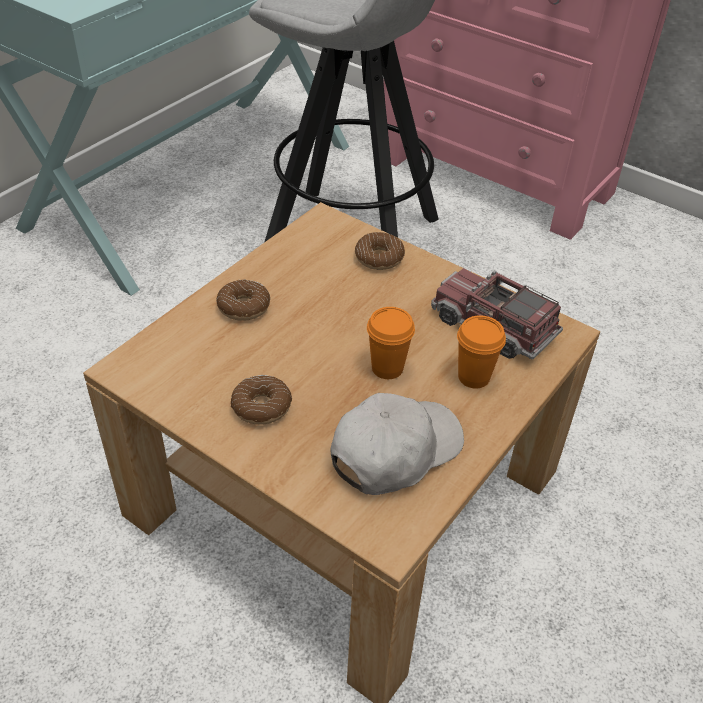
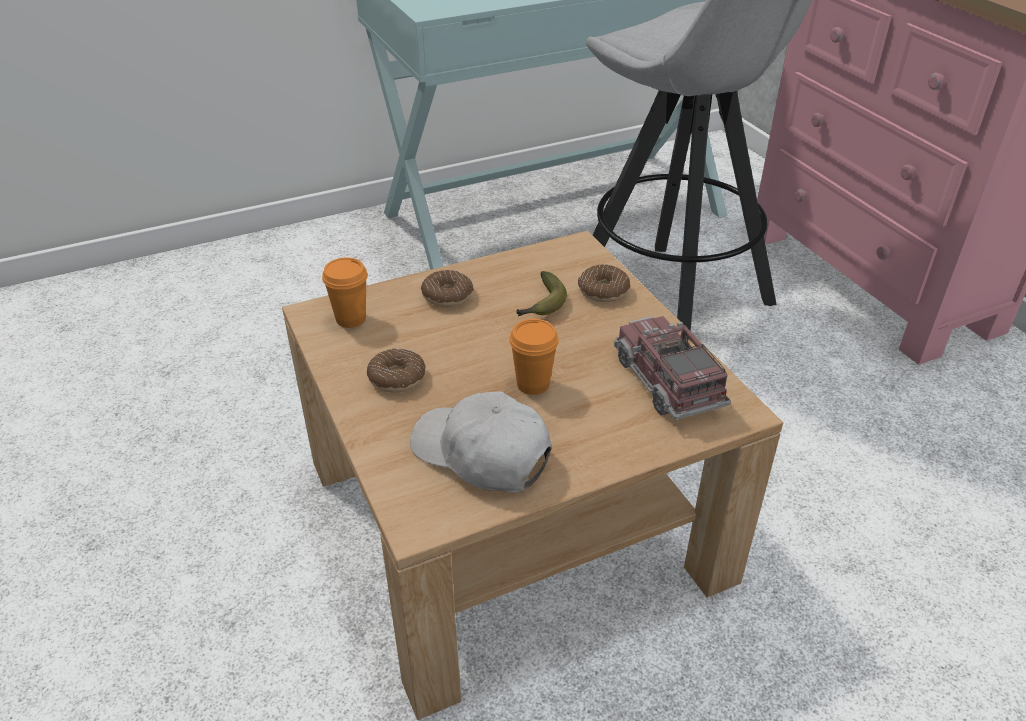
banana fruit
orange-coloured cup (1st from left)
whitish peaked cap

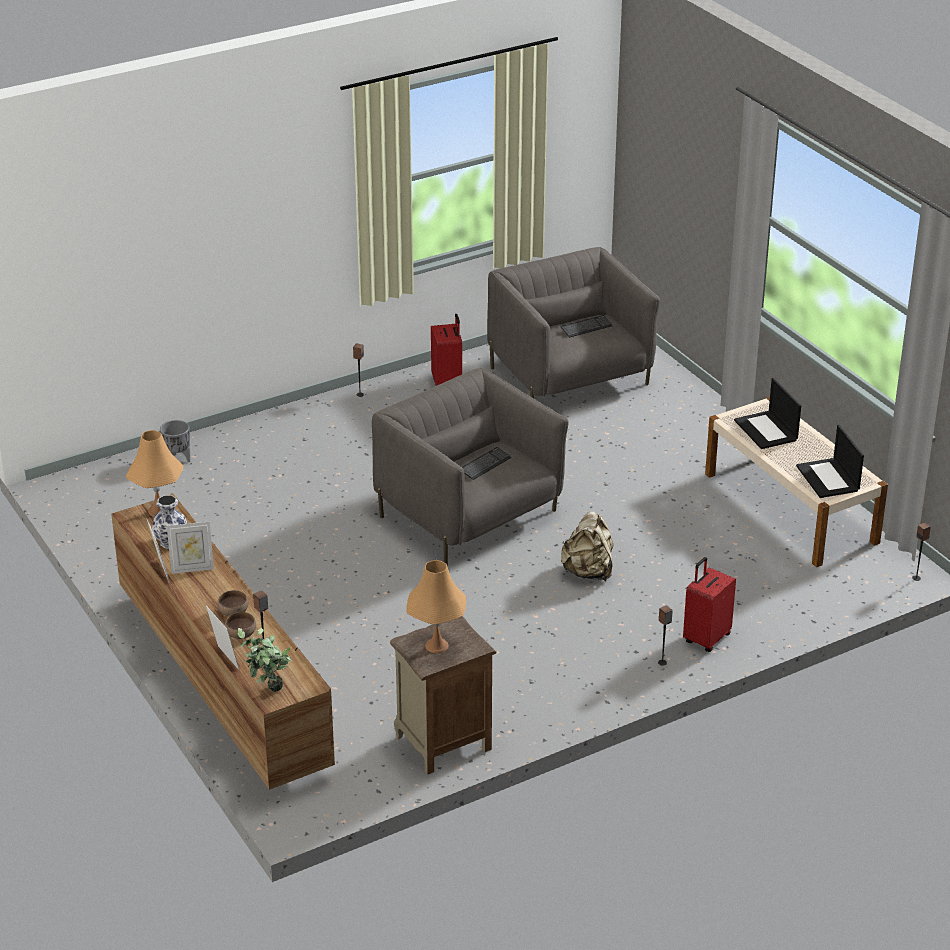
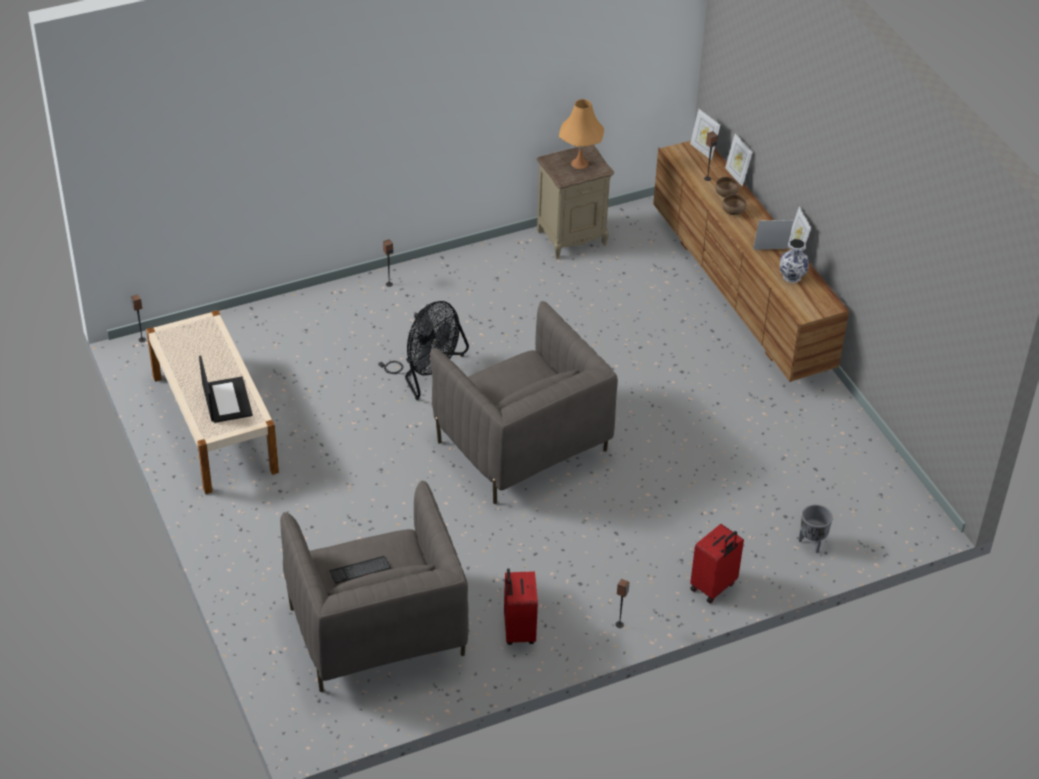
orange-coloured tabletop lamp (1st from left in the first image)
PC keyboard (1st from left in the first image)
laptop (2nd from left in the first image)
red suitcase (2nd from left)
standing frame (1st from left)
black-coloured cooling fan

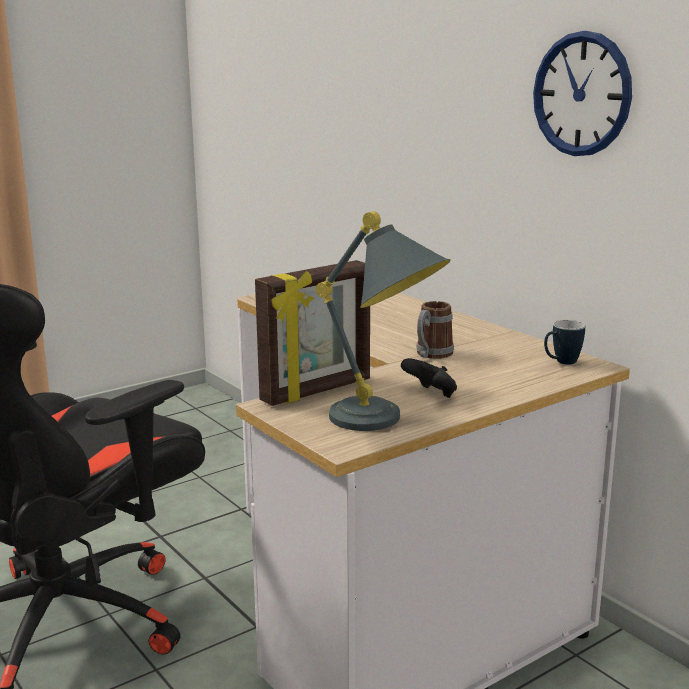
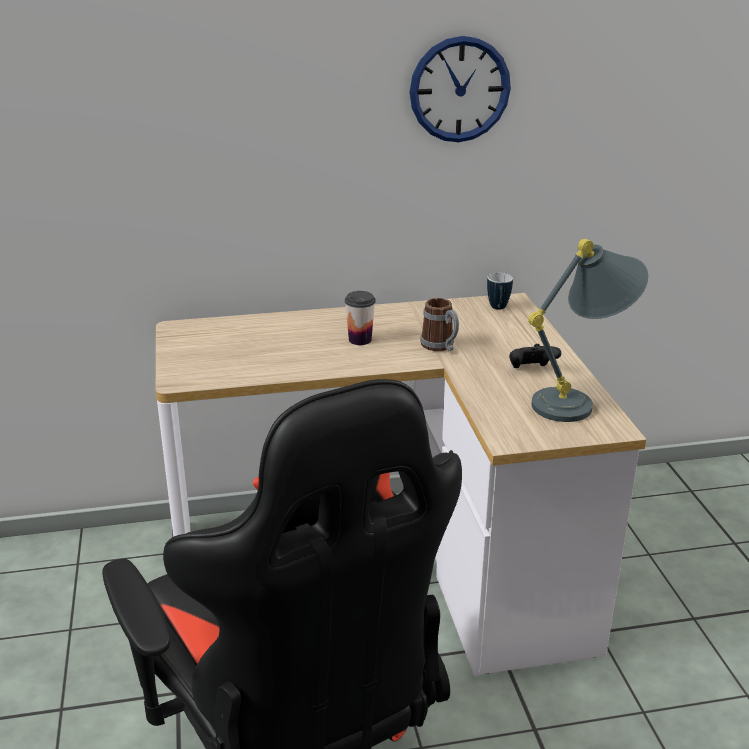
standing frame
cup

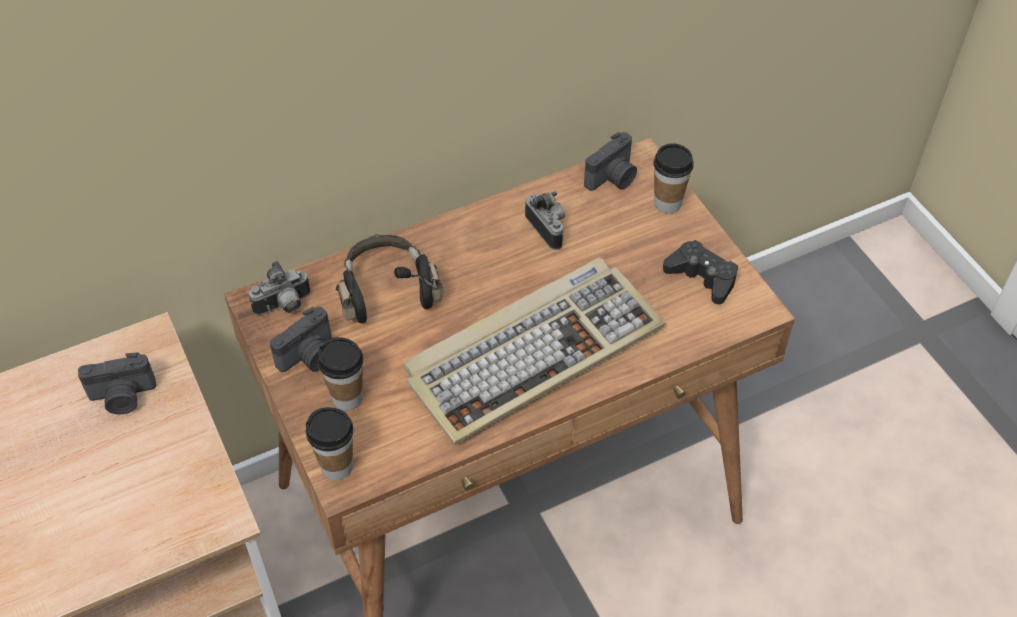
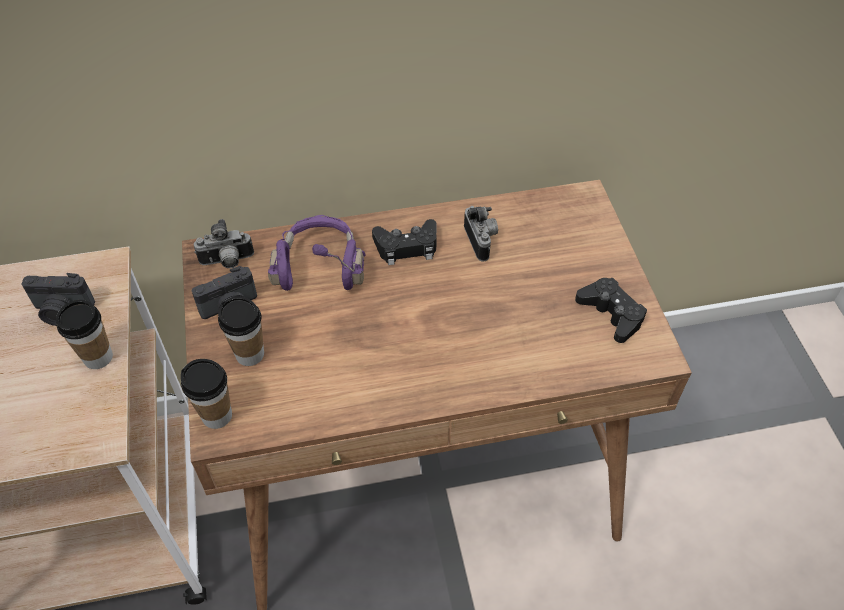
PC keyboard
photo camera (5th from left in the first image)
black-coloured gamepad (1st from left)
cup (1st from left)
purple-coloured pair of headphones

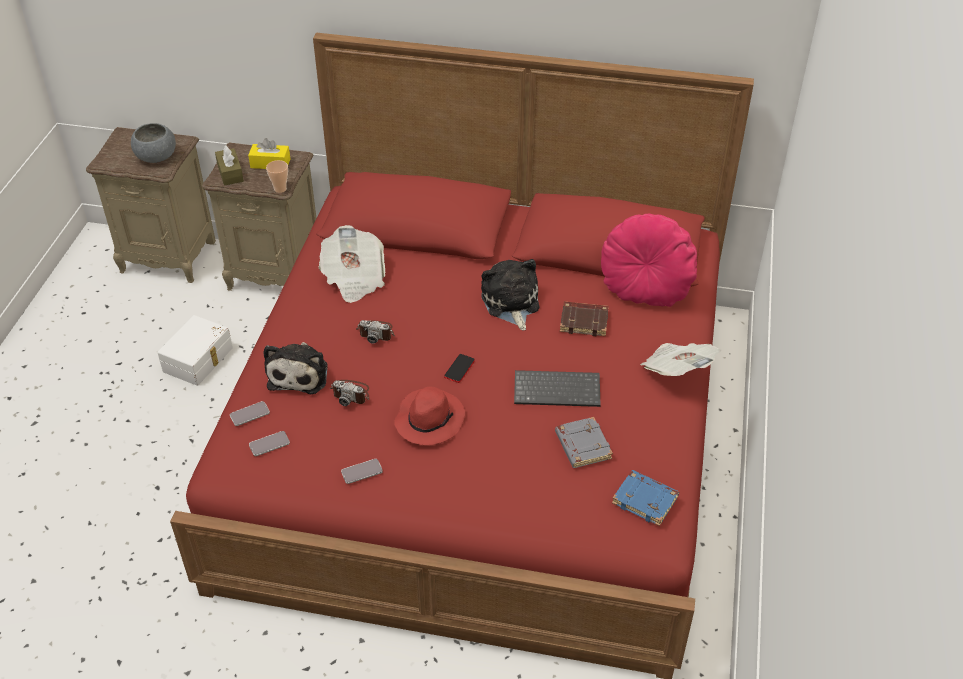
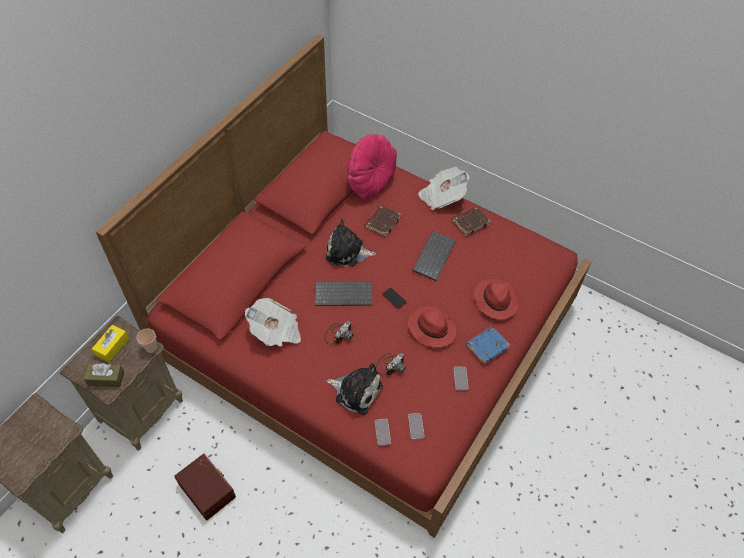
grey bowl
grey book
PC keyboard (1st from left)
brown-coloured book (2nd from left)
red wearable hat (2nd from left)
blue-coloured book
brown-coloured storage box

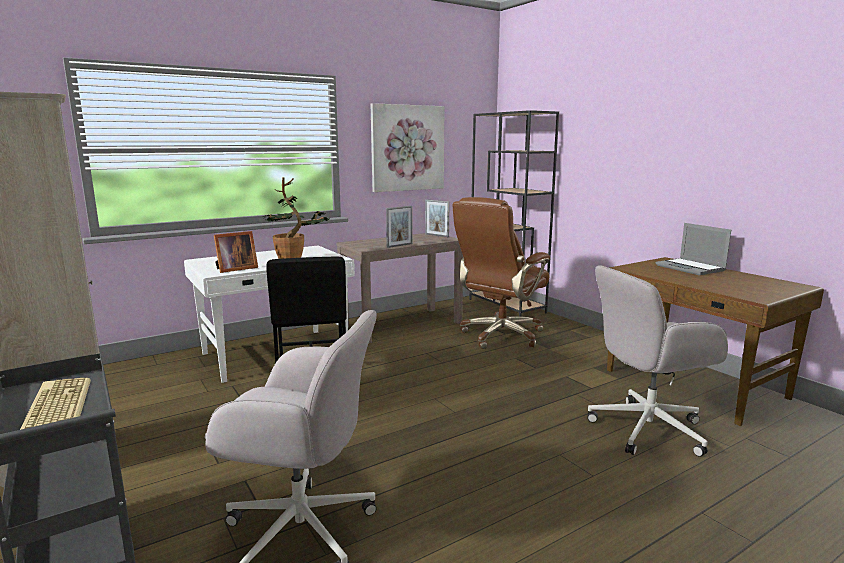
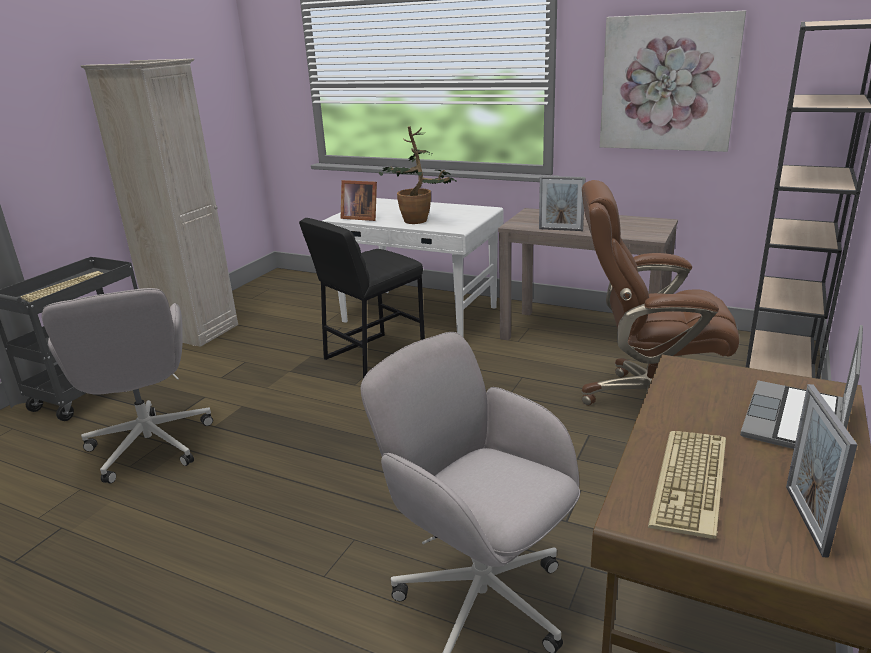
PC keyboard (2nd from left)
standing frame (3rd from left)

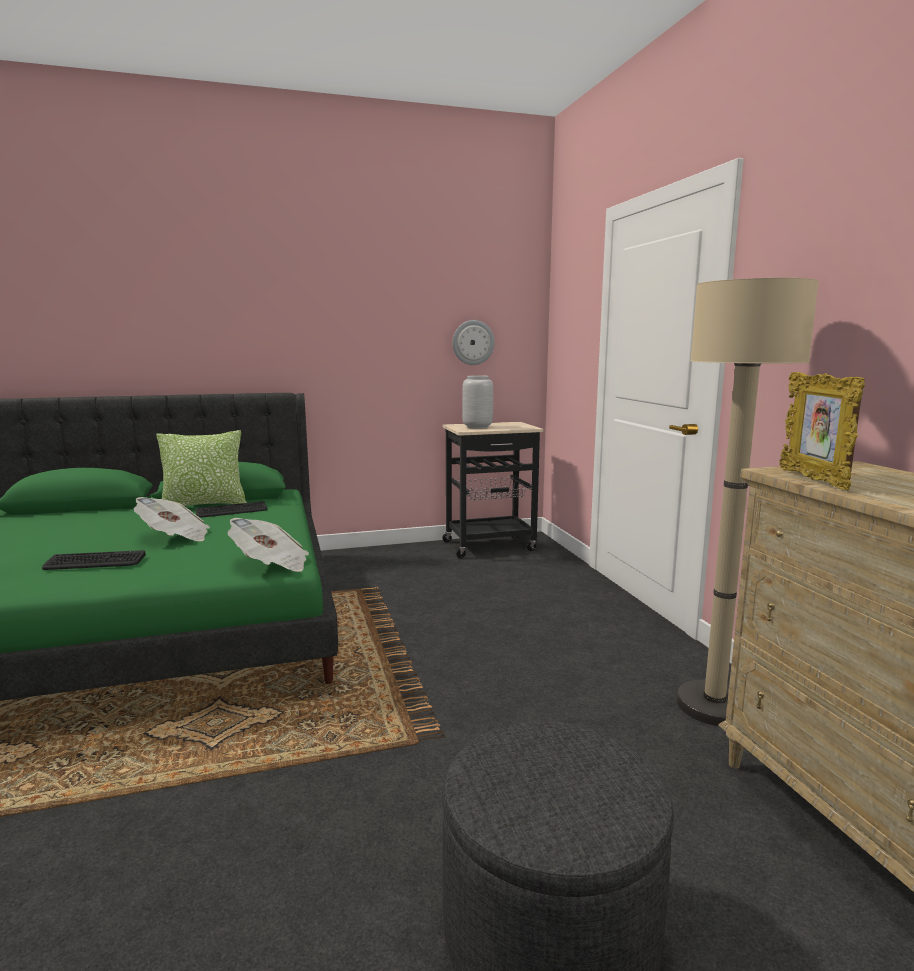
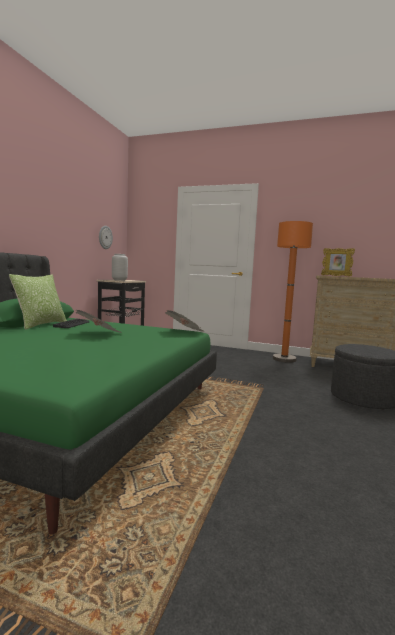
PC keyboard (1st from left in the first image)
orange-coloured standing lamp

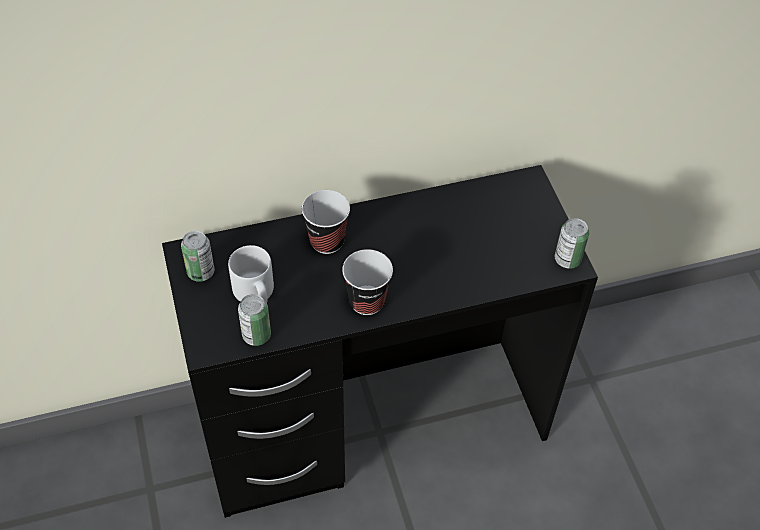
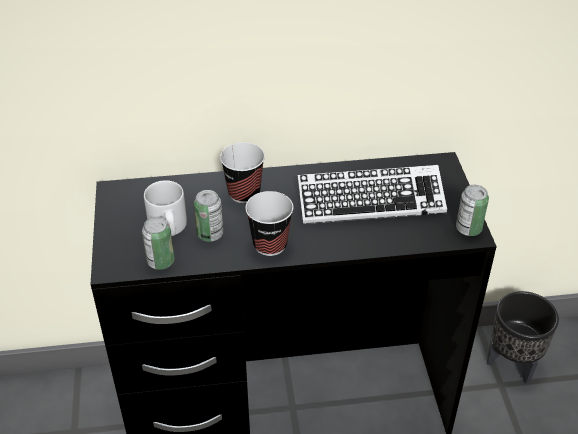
PC keyboard
black-coloured planter
sealed can (2nd from left)

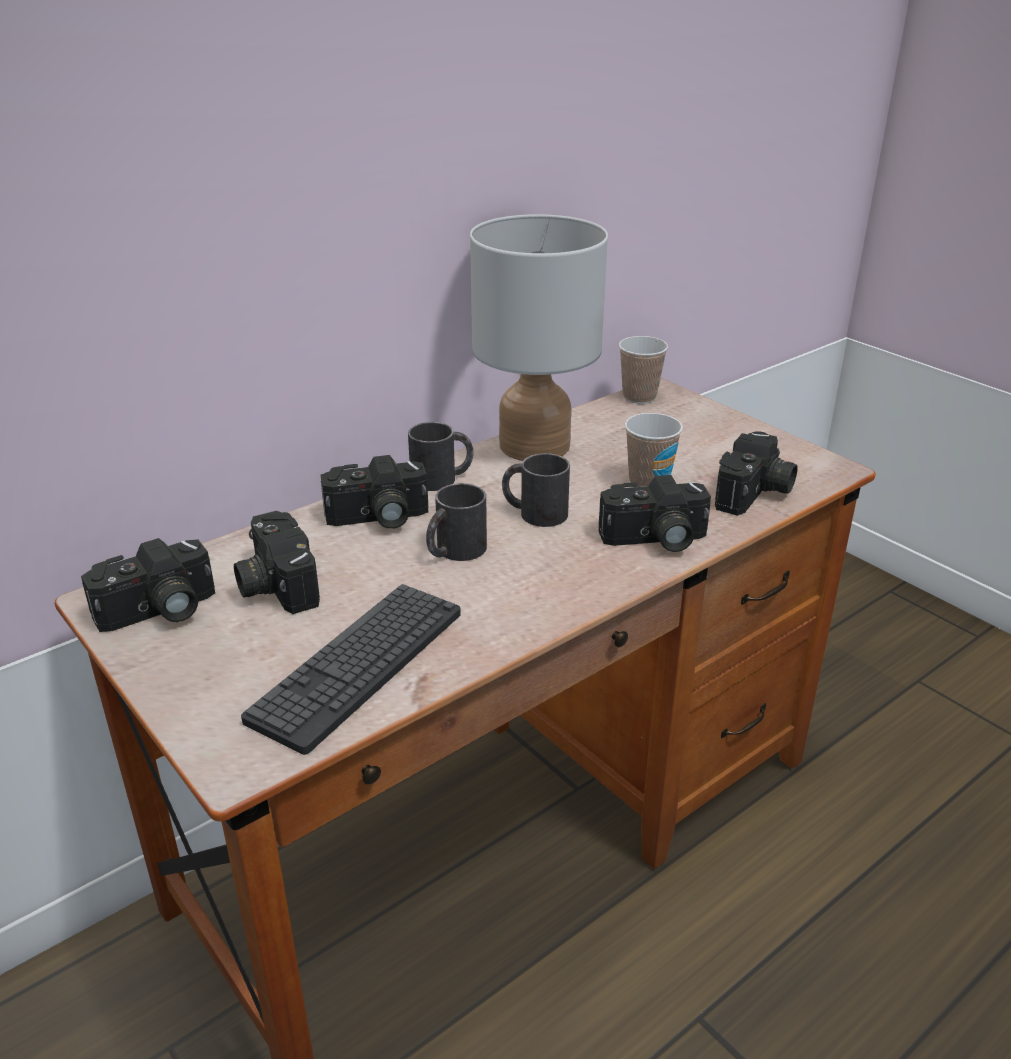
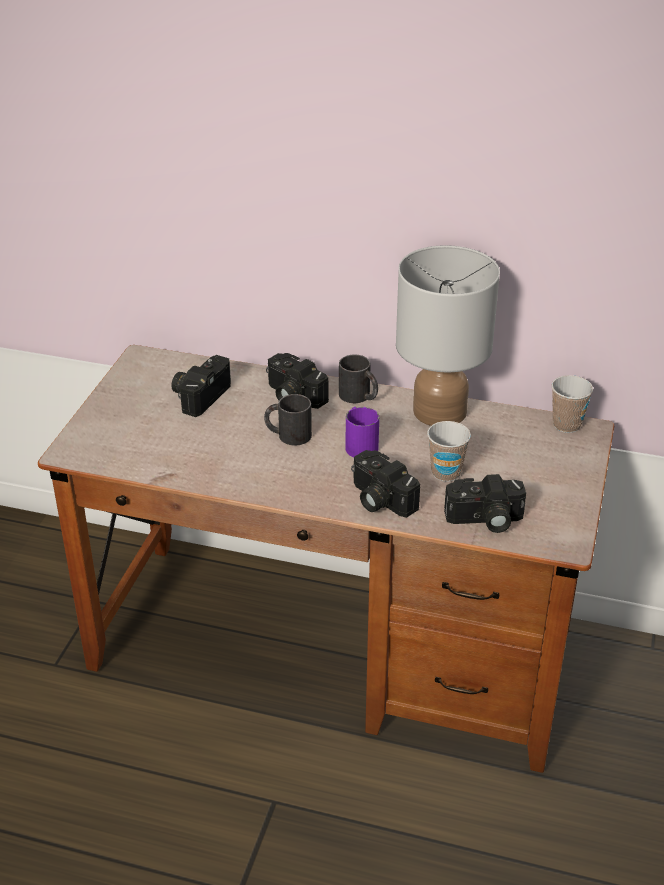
photo camera (1st from left in the first image)
PC keyboard
purple-coloured tea mug

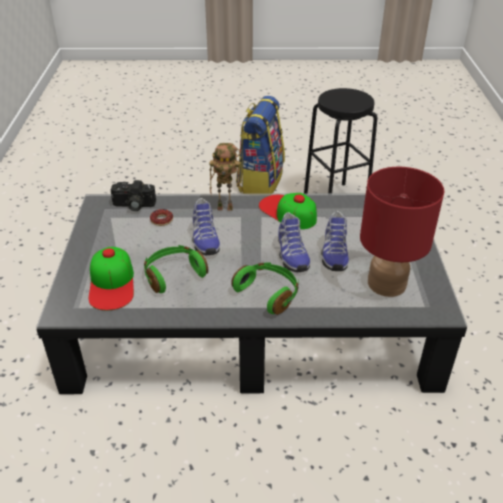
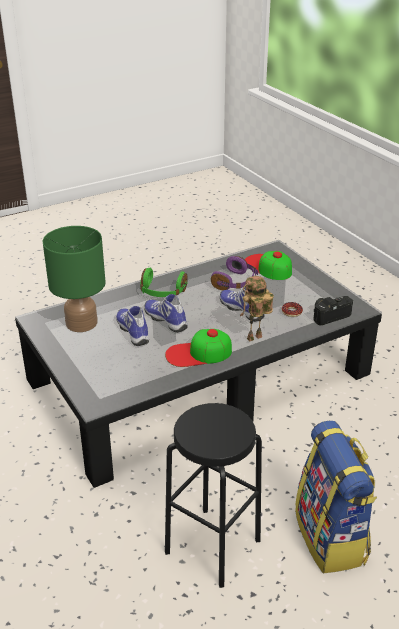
purple-coloured pair of headphones
green tabletop lamp
peaked cap (1st from left)

